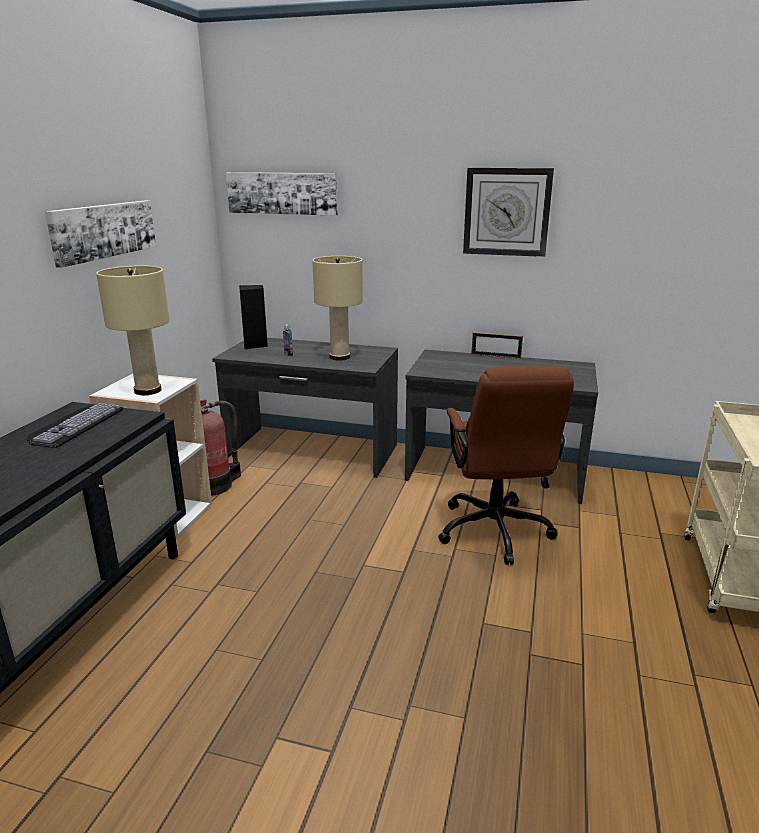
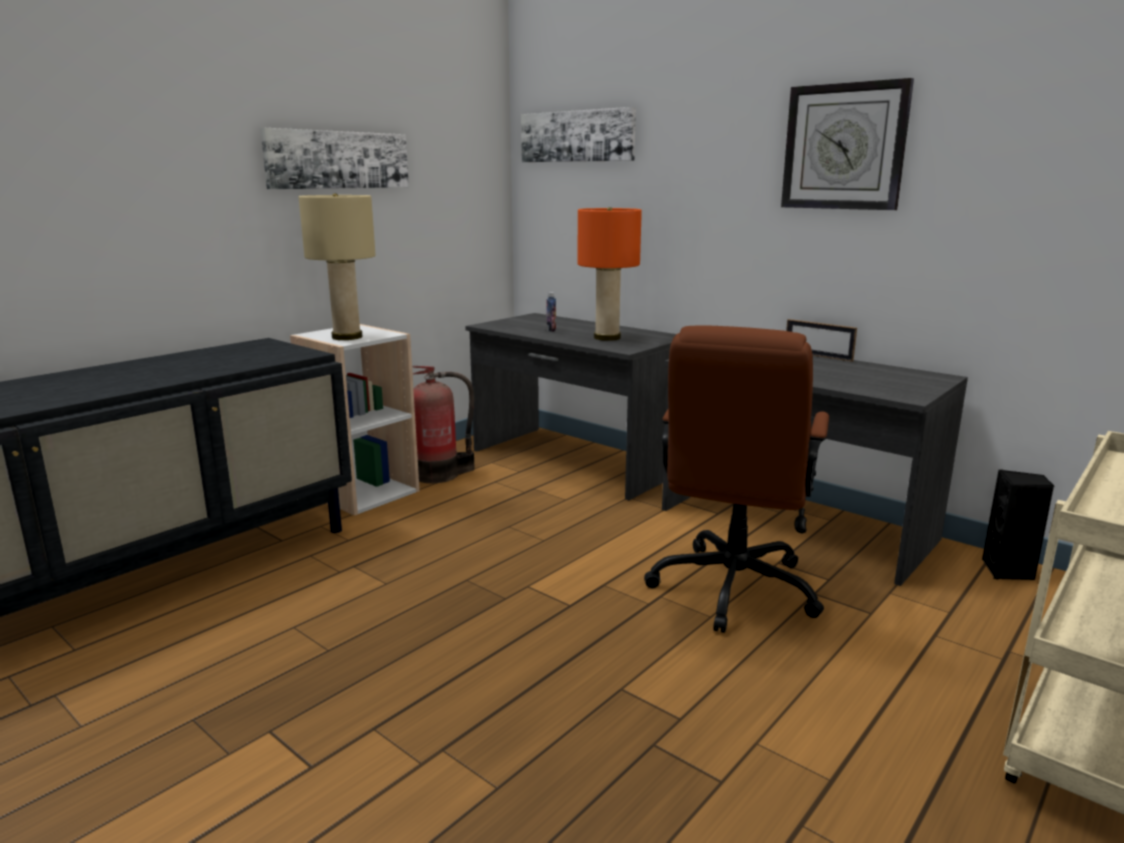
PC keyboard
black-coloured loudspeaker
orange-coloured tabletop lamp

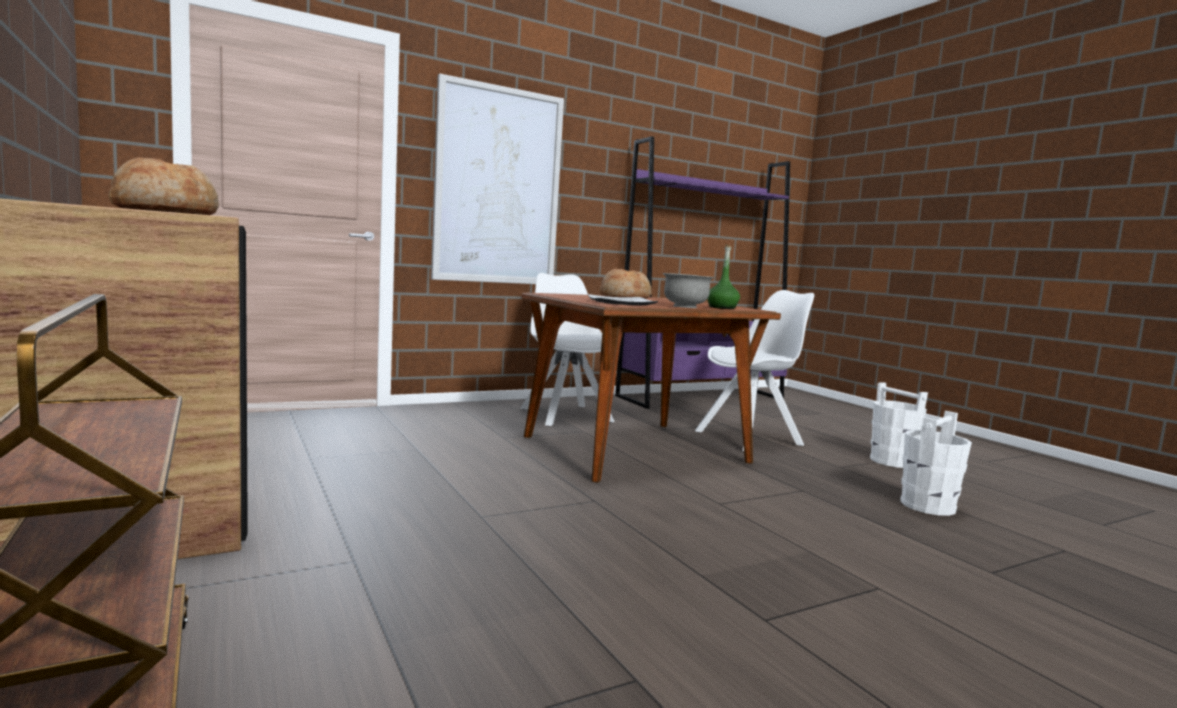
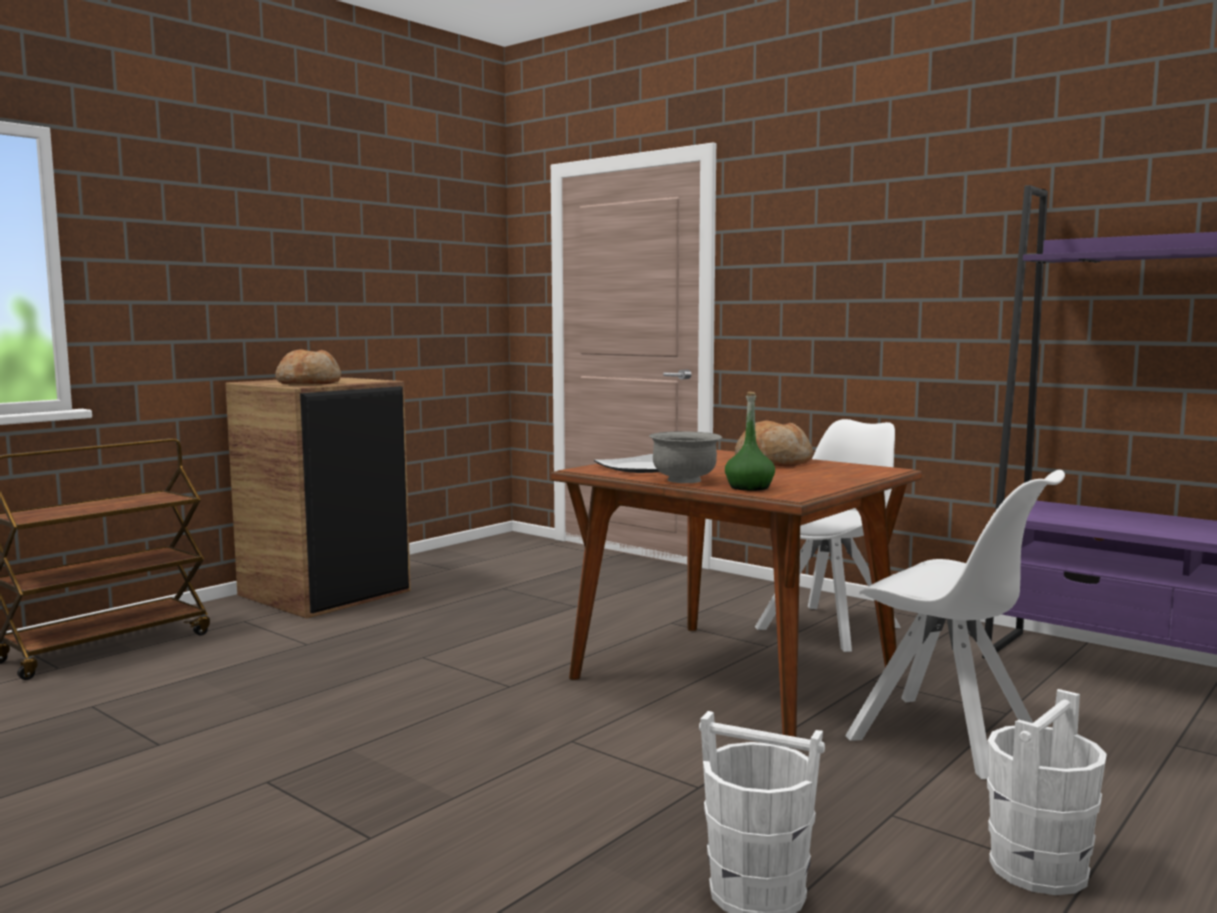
picture

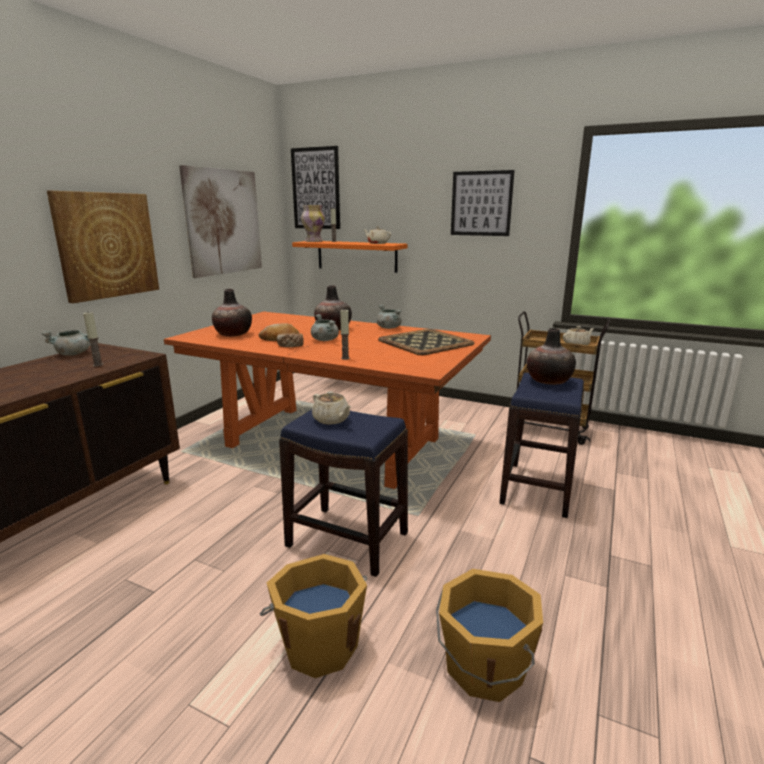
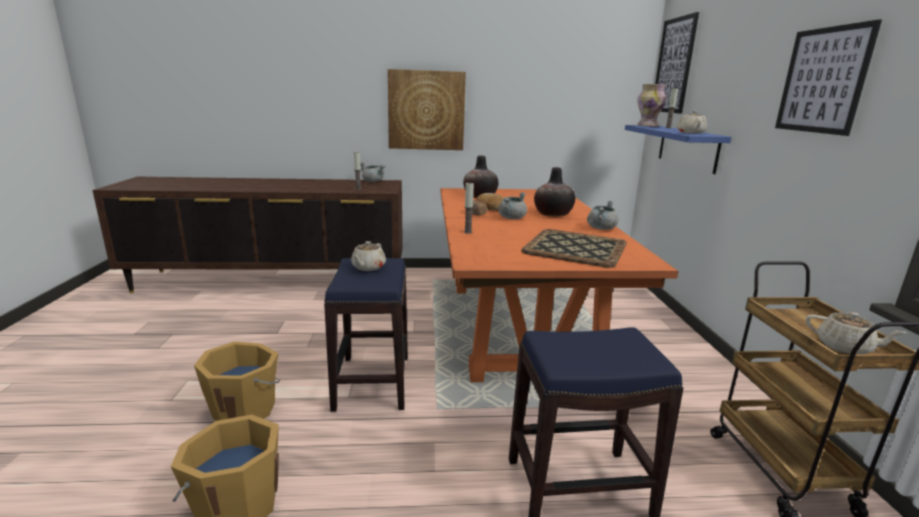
picture (2nd from left in the first image)
vase (4th from left in the first image)
blue-coloured shelf

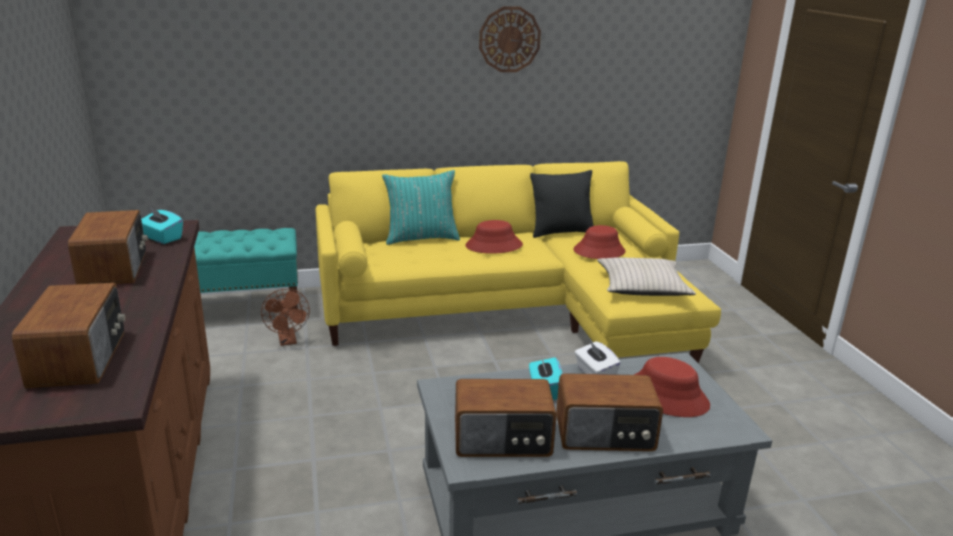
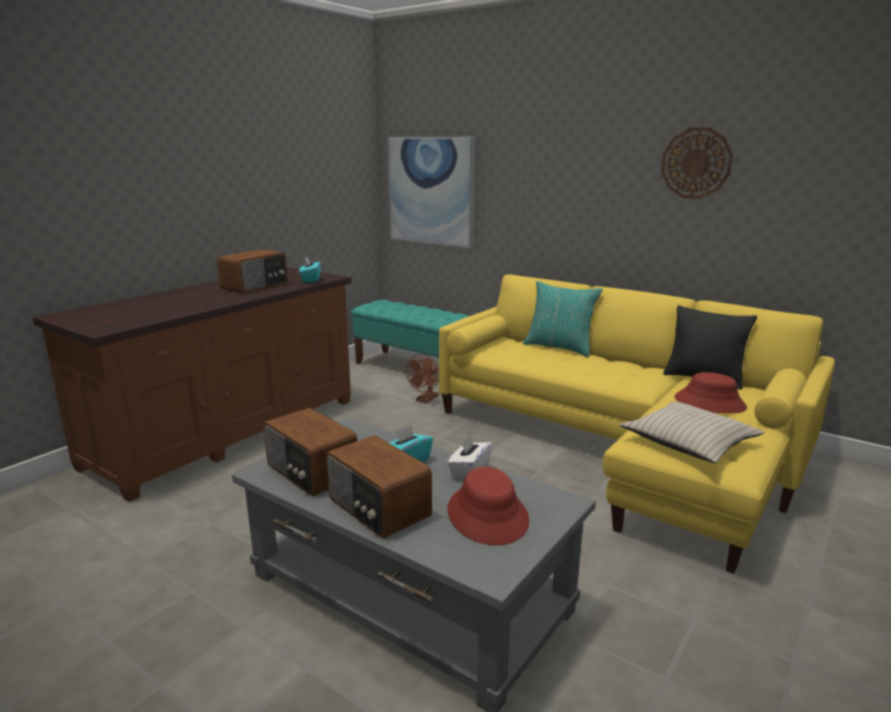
radio (1st from left in the first image)
red wearable hat (1st from left in the first image)
picture

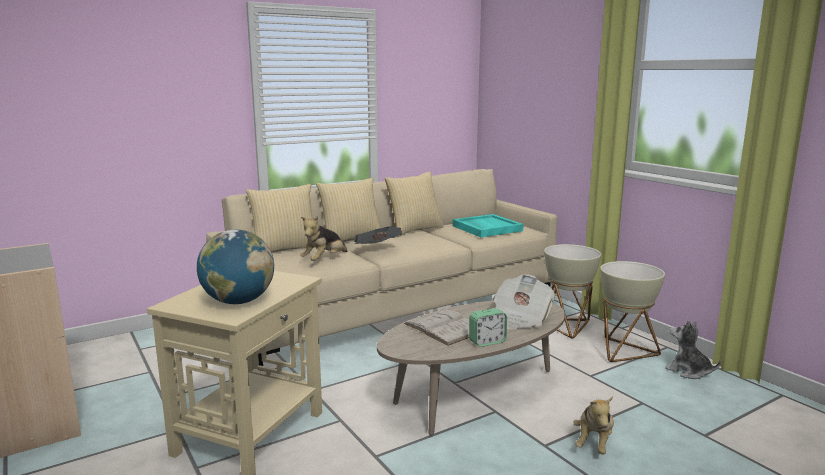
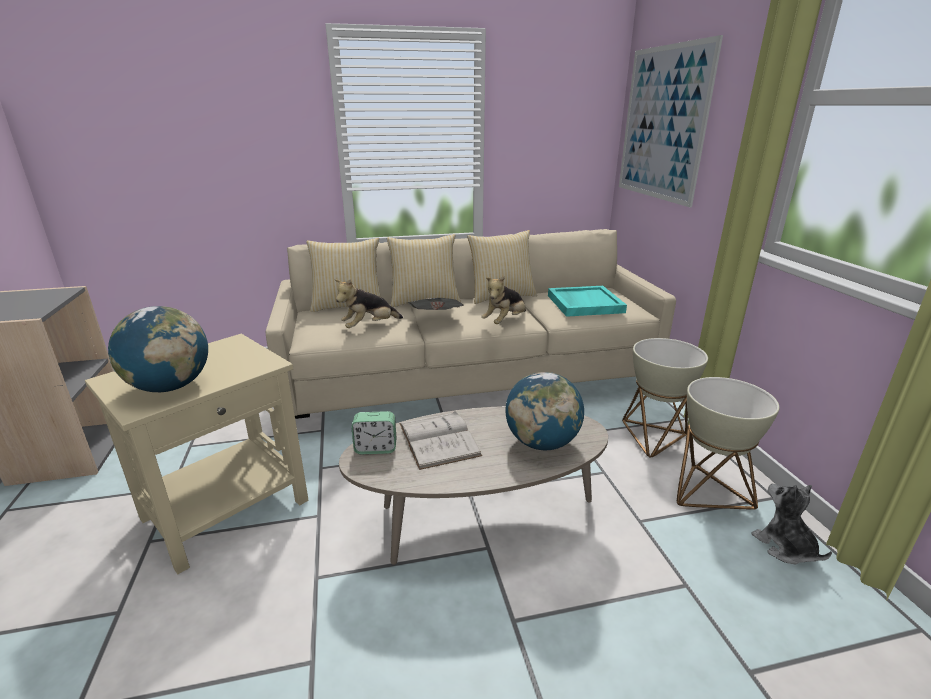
picture
table clock
plush toy (2nd from left)
globe (2nd from left)

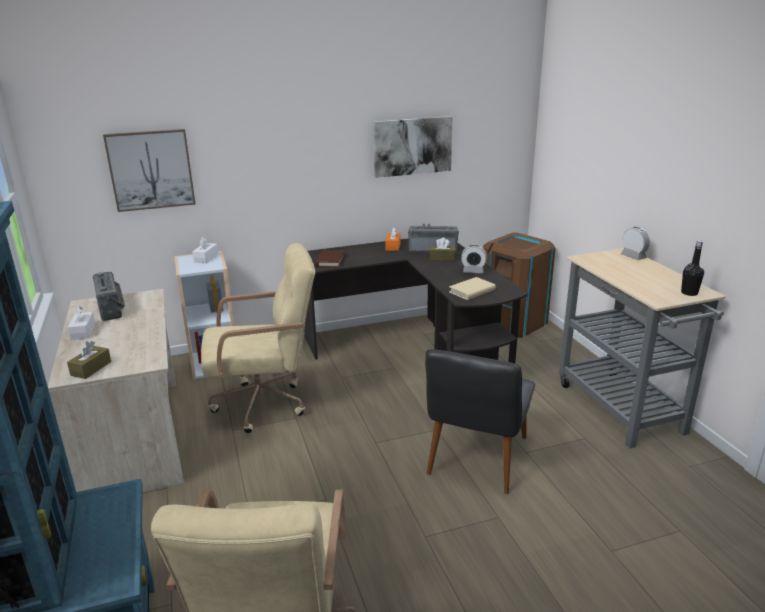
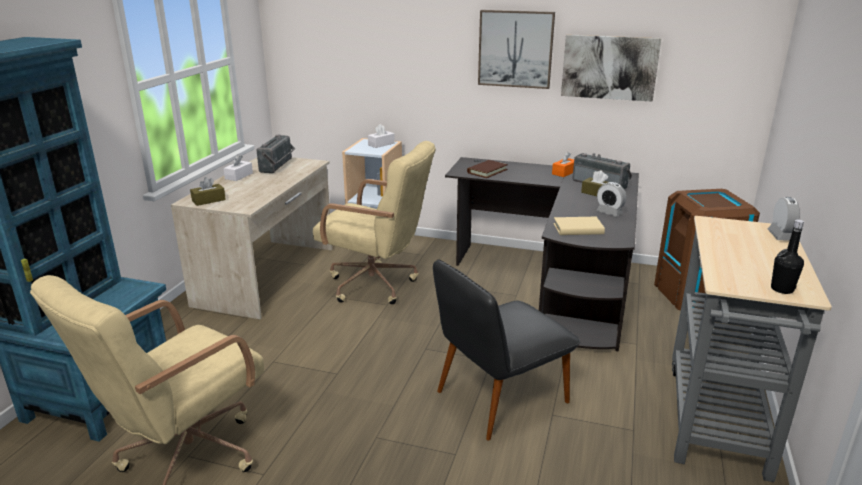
picture (1st from left)

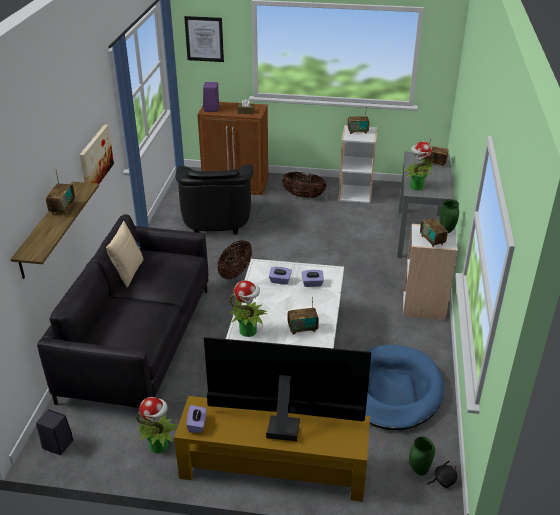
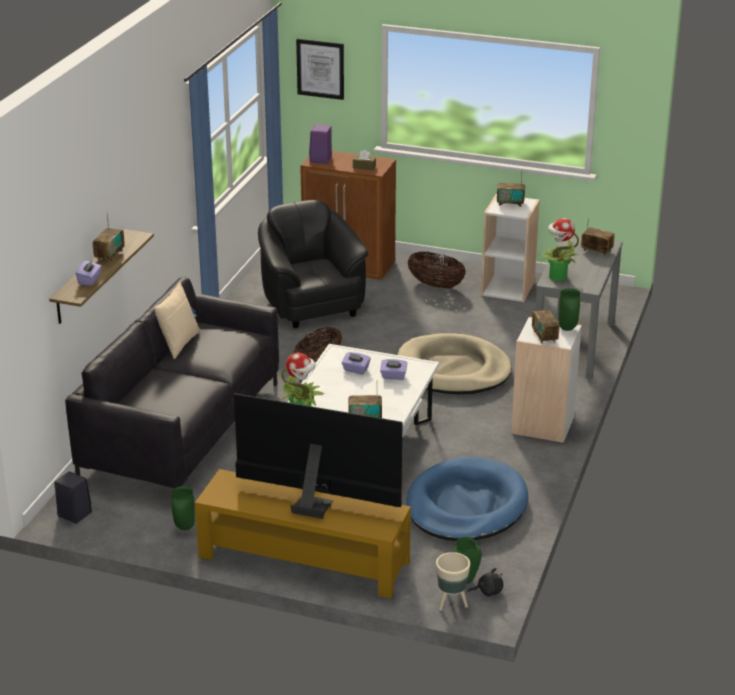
picture (1st from left in the first image)
sand-coloured pet bed
sand-coloured planter
purple-coloured box of tissues (1st from left)
green vase (1st from left)
black-coloured easy chair

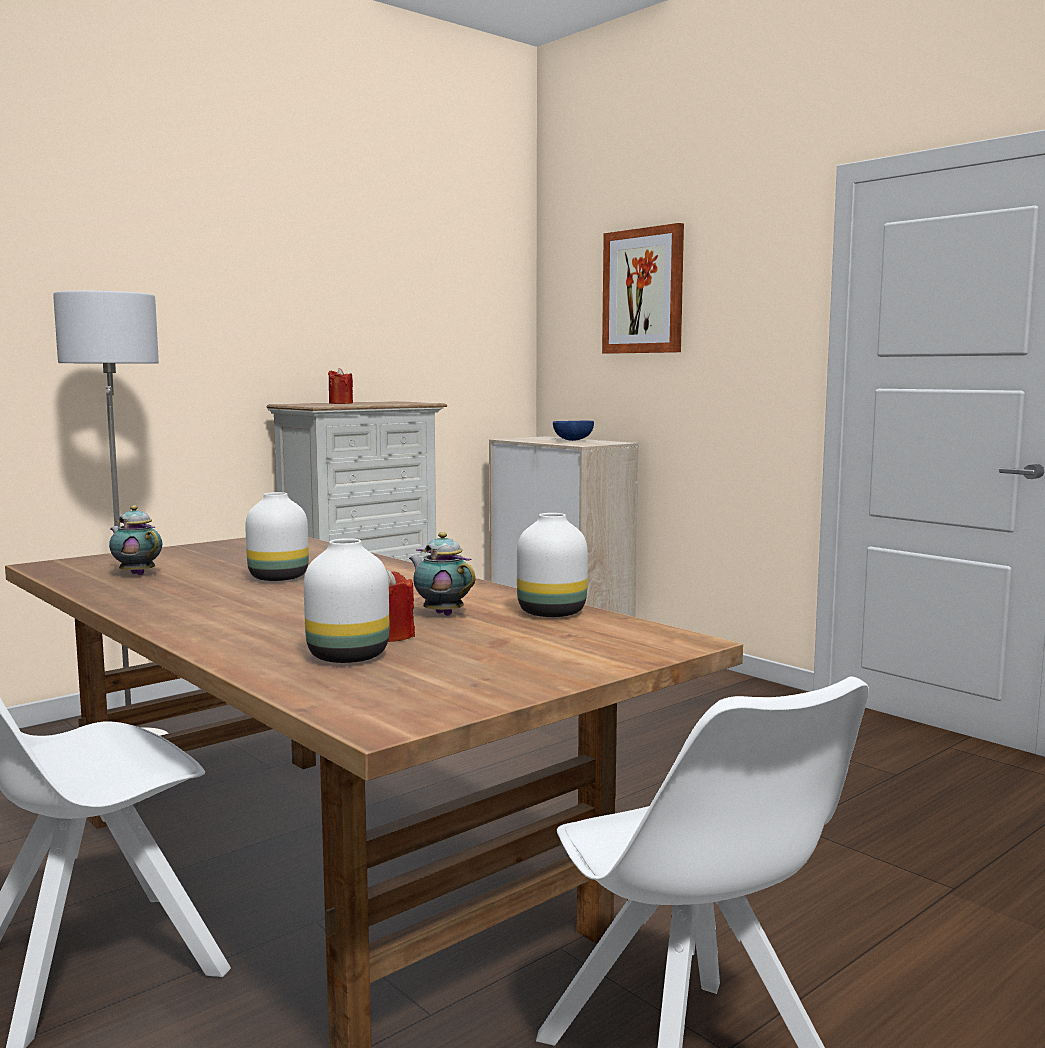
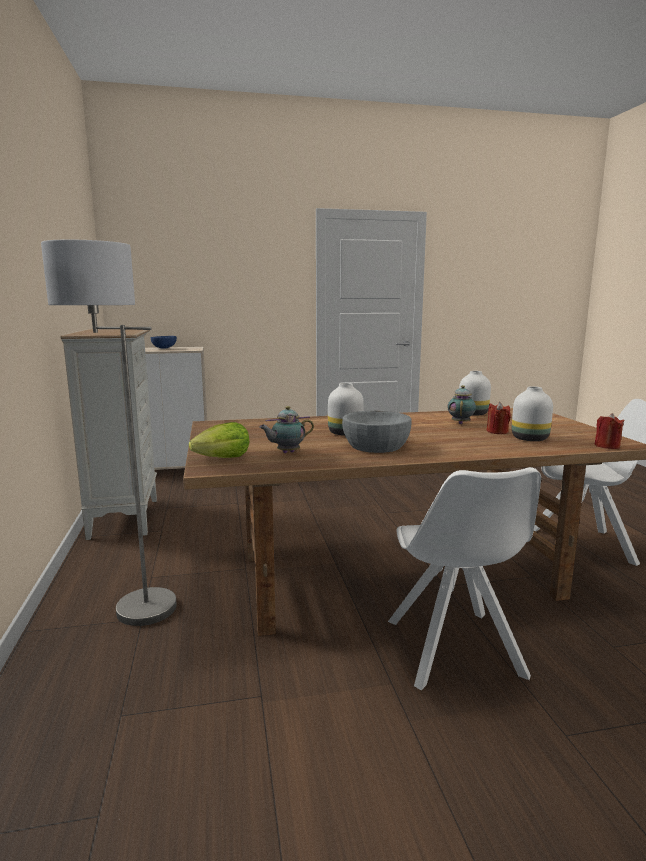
picture
lettuce
grey bowl
red wax candle (2nd from left)
pot for tea (2nd from left)

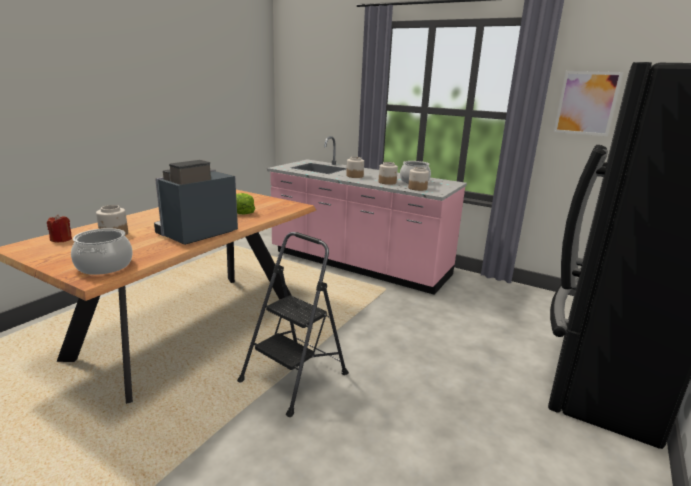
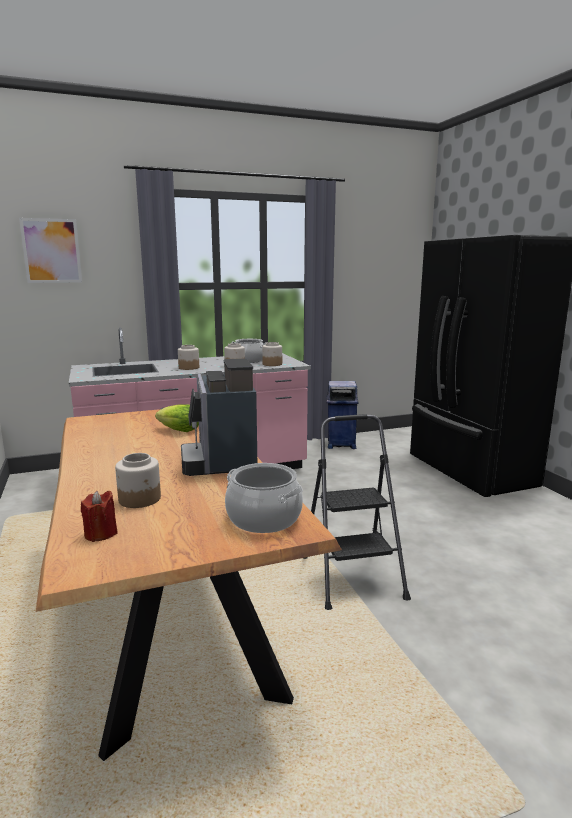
blue-coloured rubbish bin
picture

